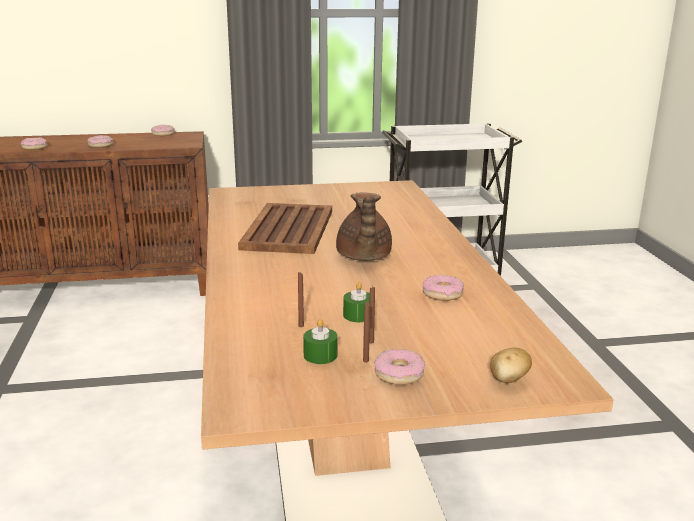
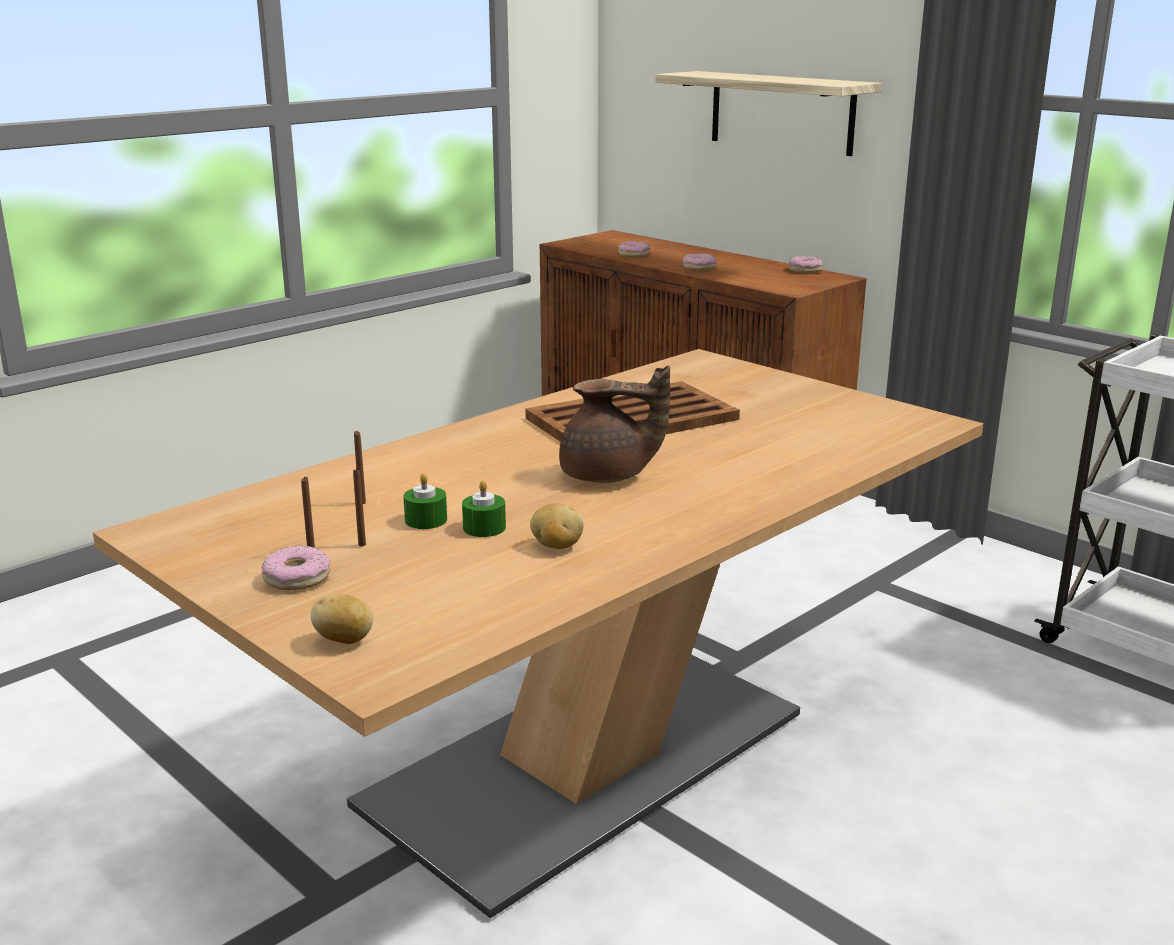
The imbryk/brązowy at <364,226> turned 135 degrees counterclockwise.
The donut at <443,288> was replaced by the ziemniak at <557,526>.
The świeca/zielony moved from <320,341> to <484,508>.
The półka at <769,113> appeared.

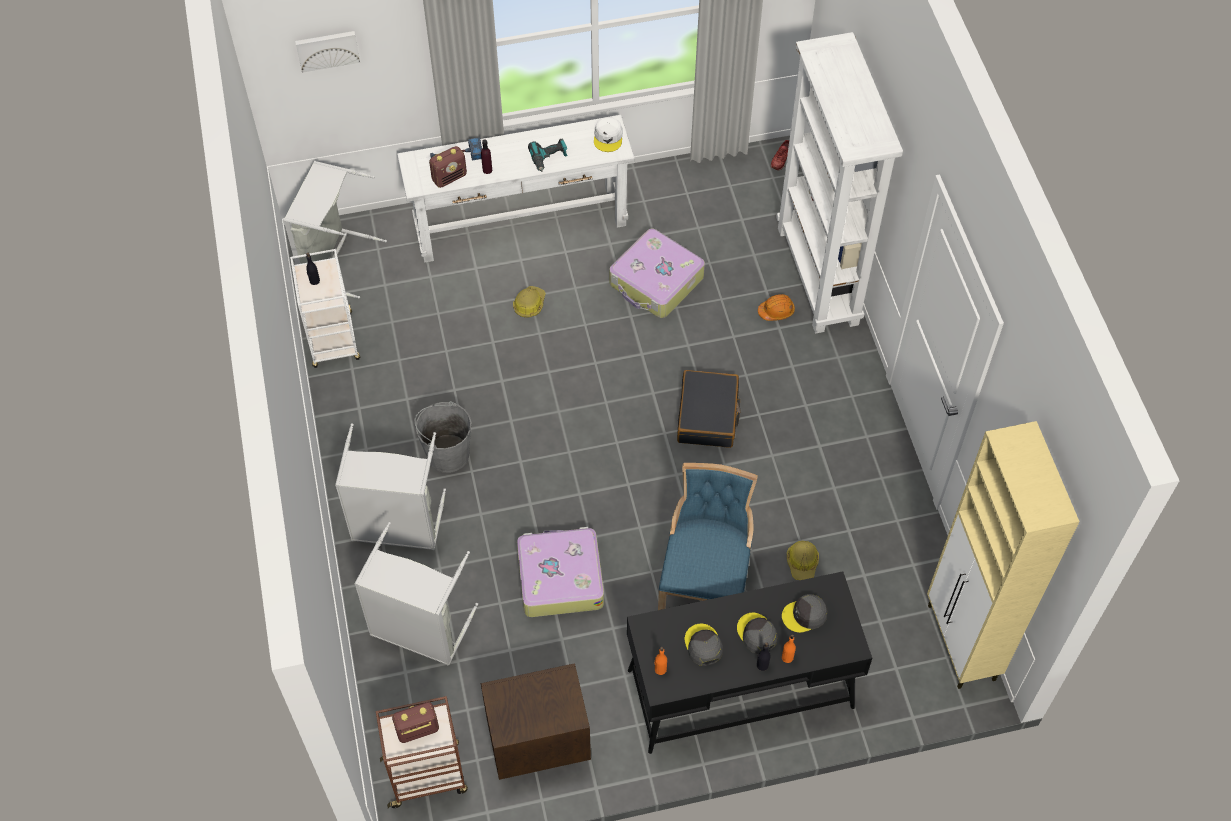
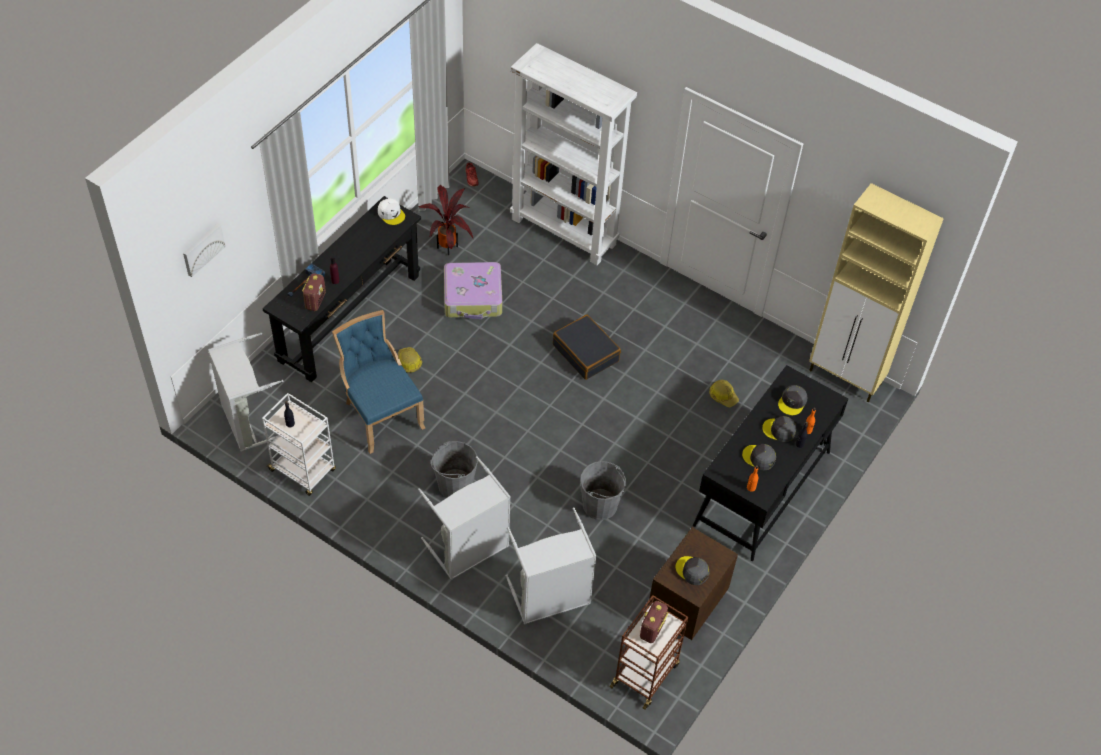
The stolik konsolowy/biały at <516,189> became the stolik konsolowy/czarny at <342,289>.
The wiertarka at <547,155> disappeared.
The kask/pomarańczowy at <776,307> disappeared.
The krzesło/niebieski moved from <708,536> to <378,382>.
The walizka at <560,572> was replaced by the wiadro/szary at <603,490>.
The roślina doniczkowa at <445,220> appeared.
The czapka z daszkiem/szary at <692,570> appeared.

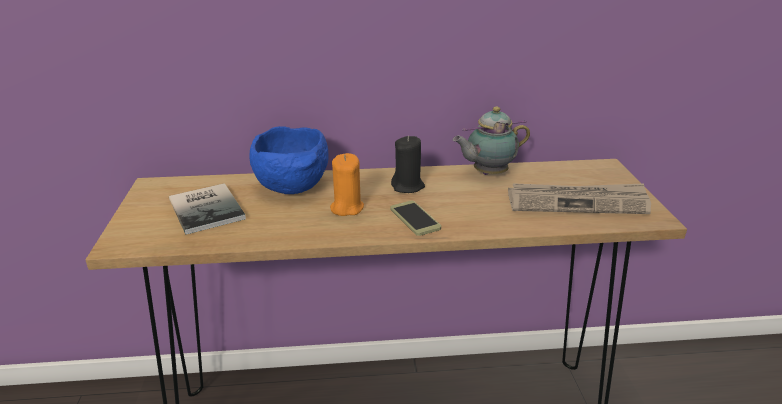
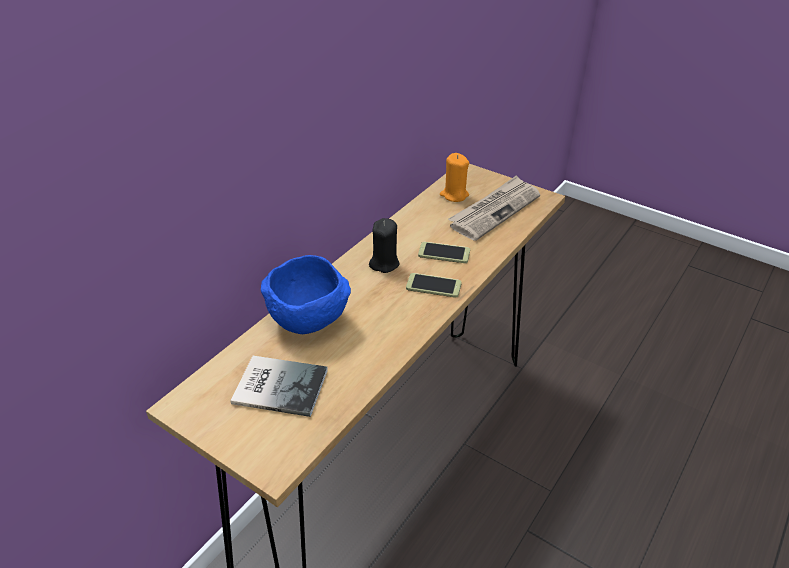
The imbryk at <491,141> disappeared.
The świeca/pomarańczowy moved from <347,184> to <454,177>.
The telefon at <444,252> appeared.

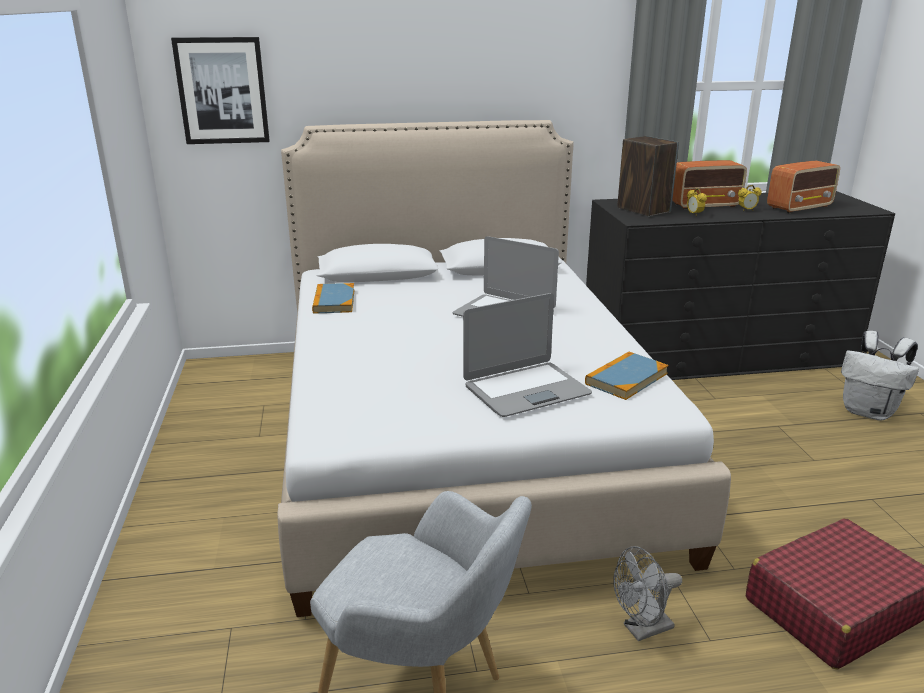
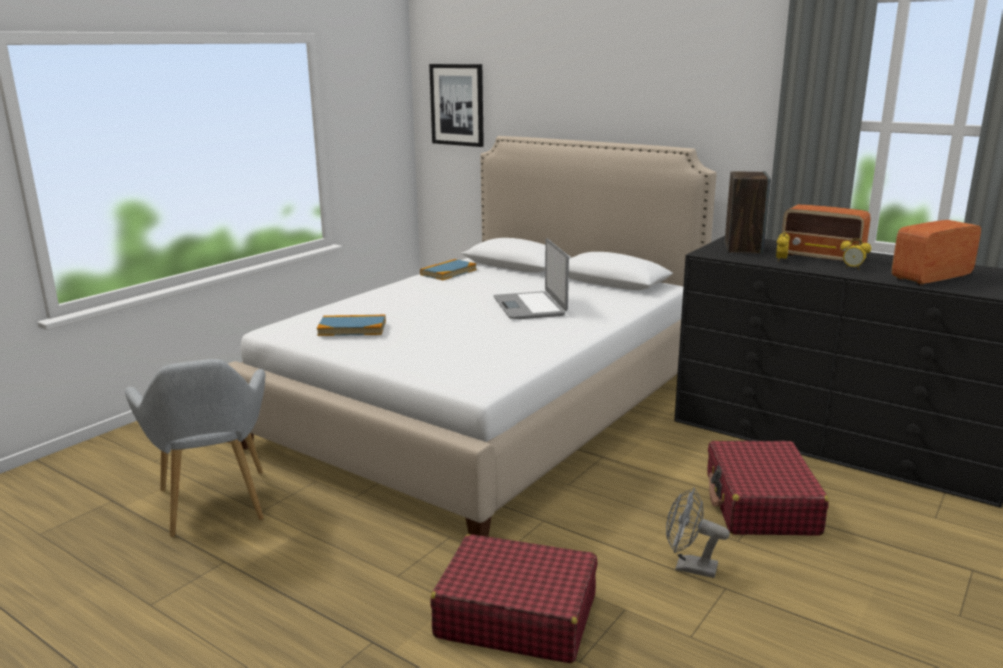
The radio at <803,187> turned 135 degrees clockwise.
The laptop at <527,355> disappeared.
The plecak/biały at <880,376> disappeared.
The książka moved from <626,376> to <351,325>.
The wentylator/szary moved from <647,593> to <698,533>.
The walizka/czerwony at <768,488> appeared.

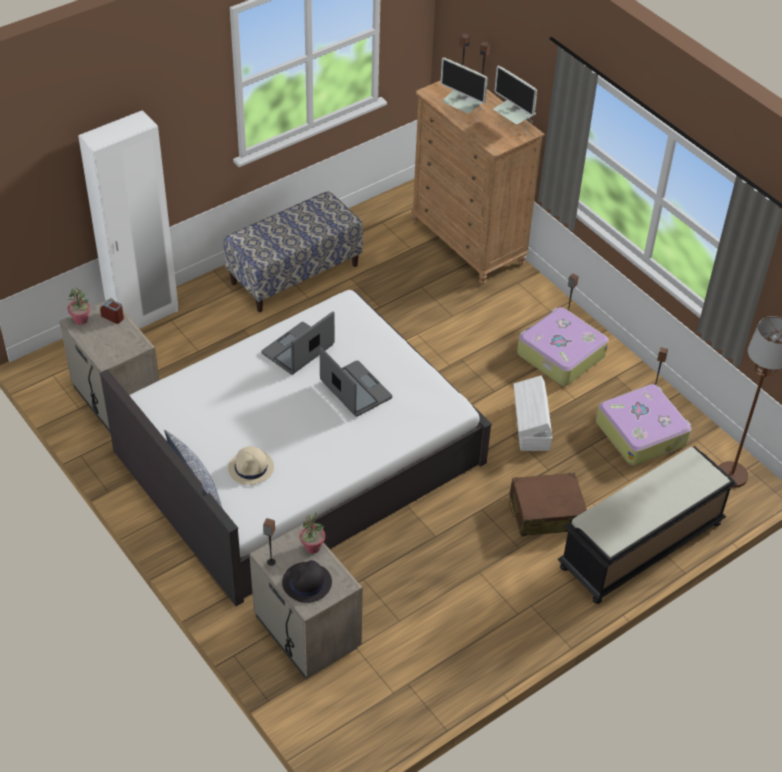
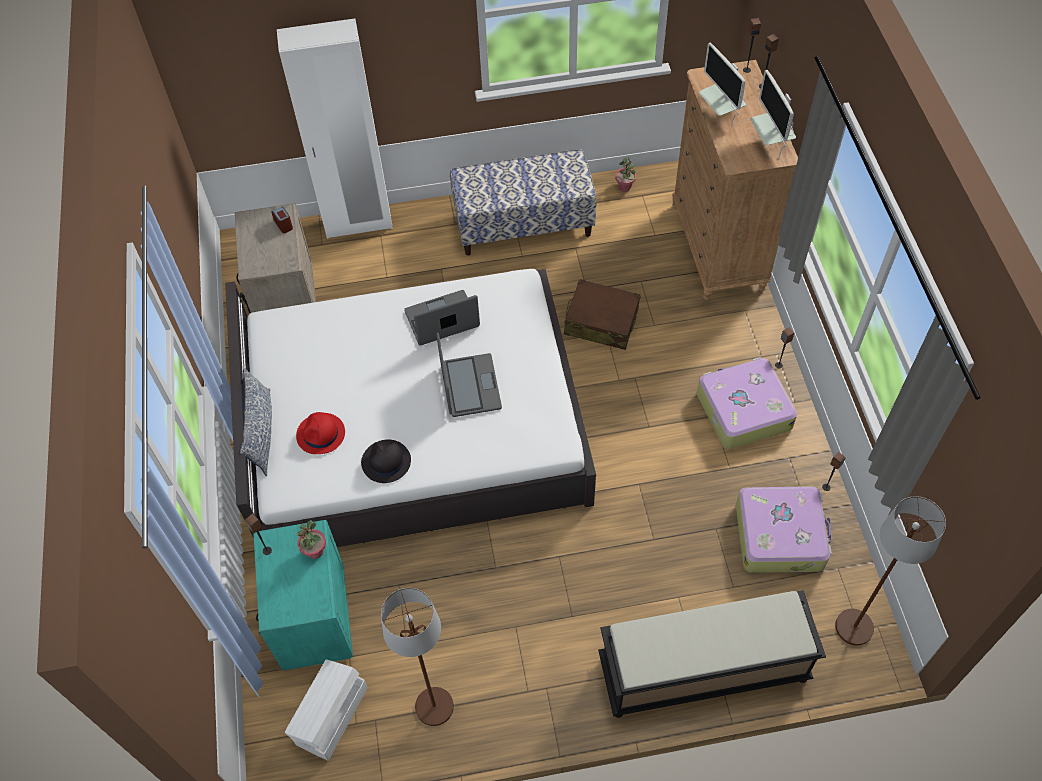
The roślina doniczkowa moved from <79,306> to <625,174>.
The pojemnik do przechowywania/biały moved from <532,413> to <326,710>.
The kapelusz/beżowy at <251,465> became the kapelusz/czerwony at <320,433>.
The walizka/brązowy moved from <548,504> to <602,314>.
The szafka nocna/beżowy at <306,602> became the szafka nocna/turkusowy at <303,595>.
The kapelusz/czarny moved from <307,581> to <386,461>.
The lampa stojąca/brązowy at <417,657> appeared.

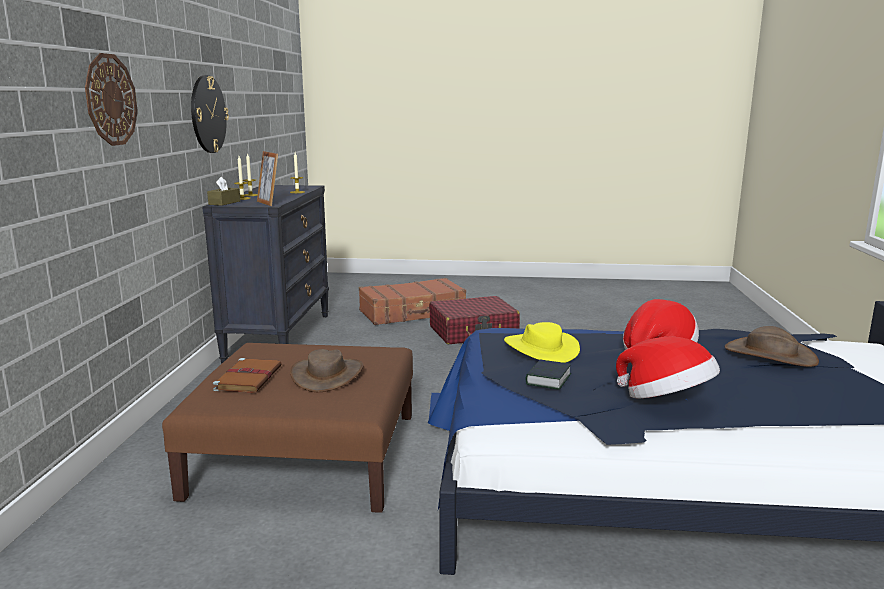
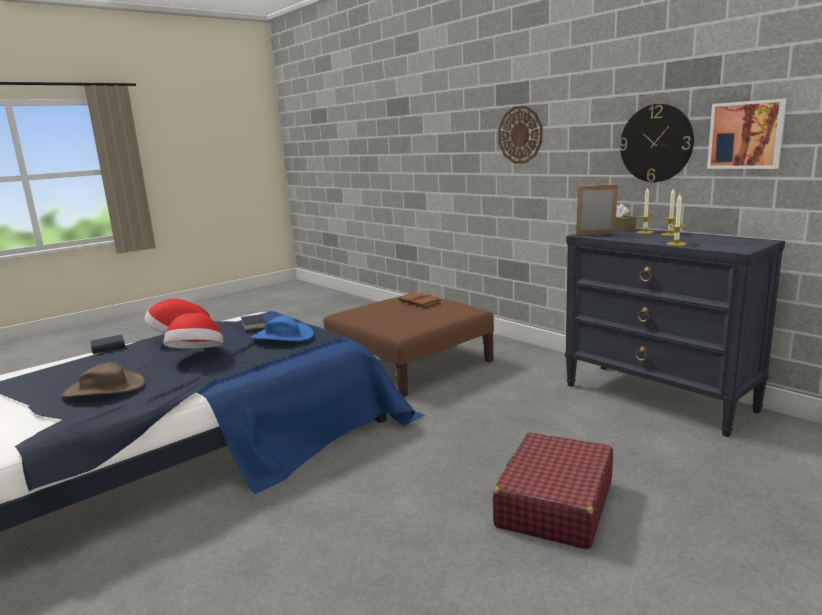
The walizka/brązowy at <412,301> disappeared.
The kapelusz/żółty at <542,342> became the kapelusz/niebieski at <283,328>.
The kapelusz/brązowy at <326,370> disappeared.
The obraz at <746,134> appeared.
The książka at <107,344> appeared.

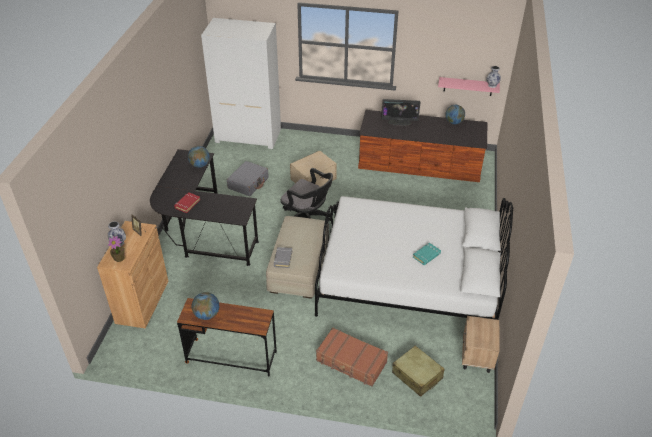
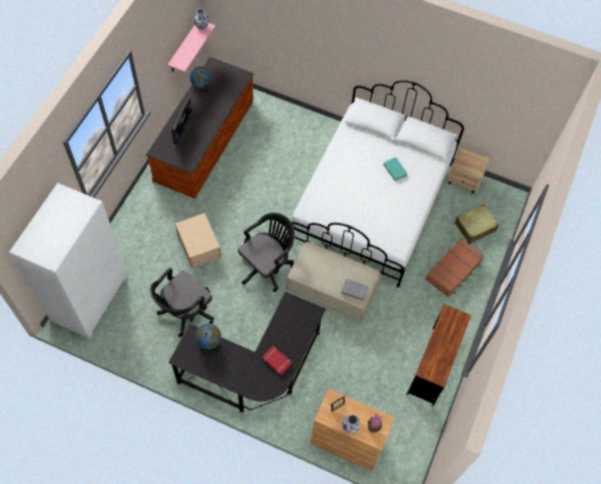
The walizka/szary at <248,178> was replaced by the krzesło biurowe/czarny at <182,302>.
The globus at <205,306> disappeared.

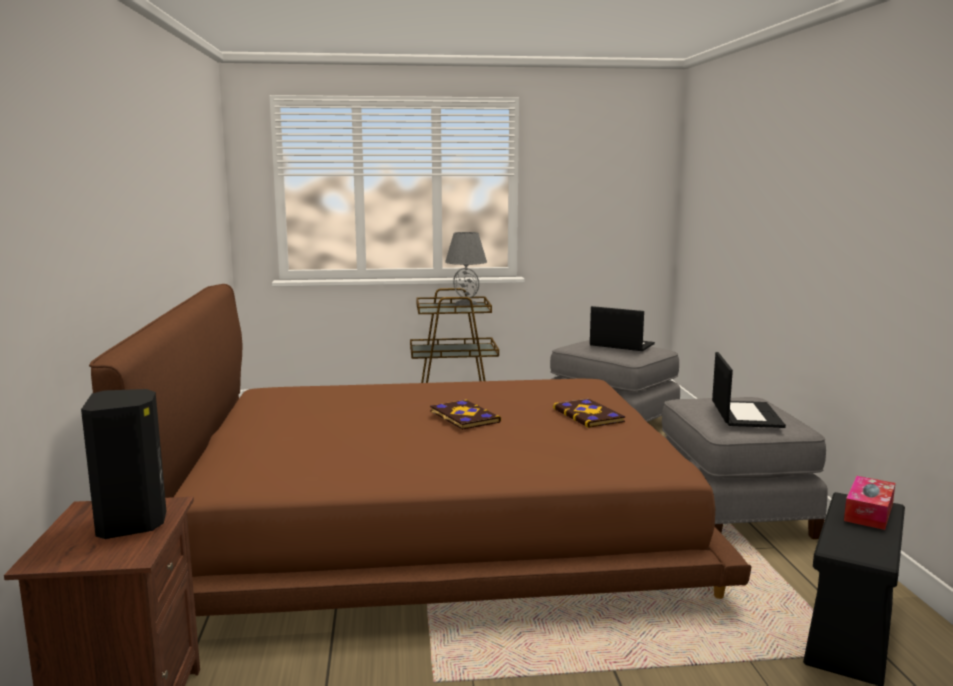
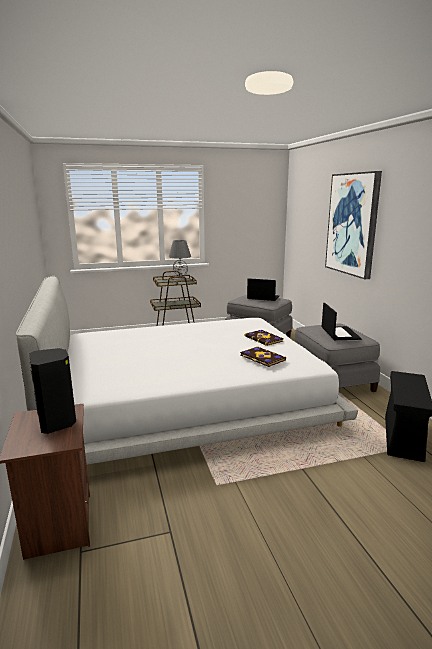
The łóżko/brązowy at <420,450> became the łóżko/biały at <187,370>.
The książka moved from <465,414> to <263,356>.
The pudełko chusteczek at <869,503> disappeared.
The obraz at <353,225> appeared.

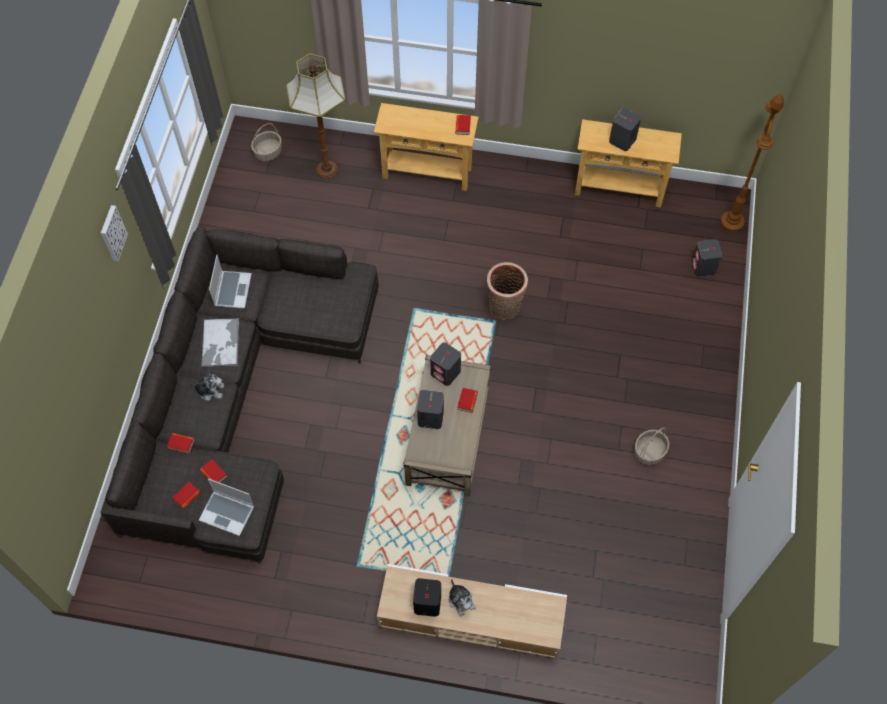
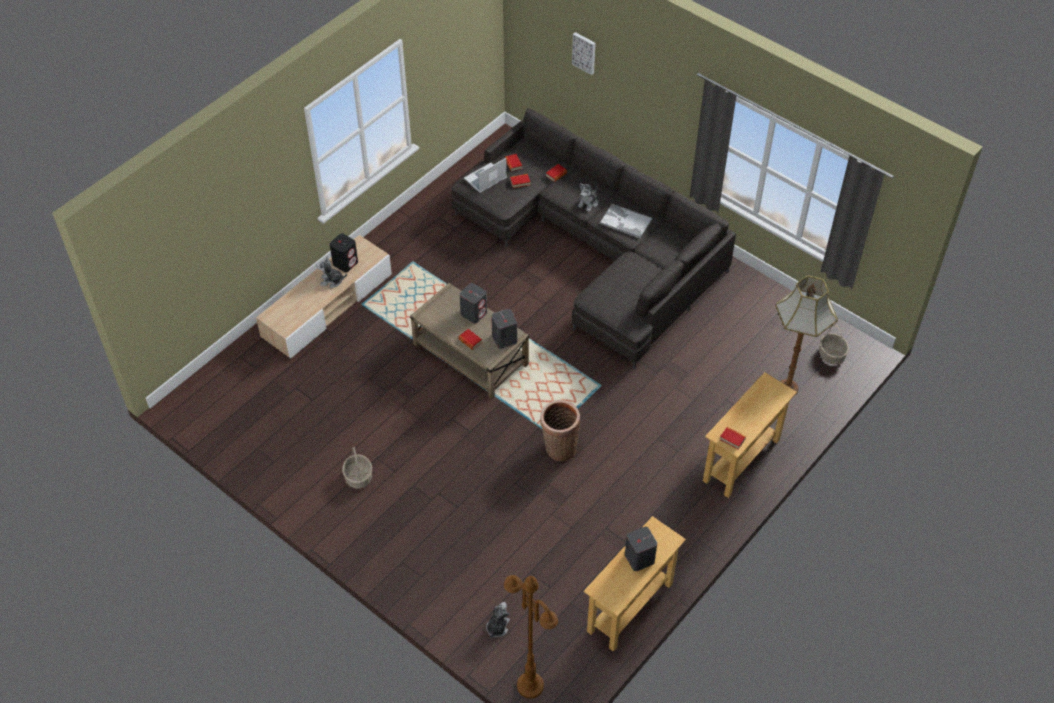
The obraz moved from <114,233> to <584,53>.
The głośnik/szary at <707,258> was replaced by the pluszak at <498,620>.
The laptop at <230,282> disappeared.

